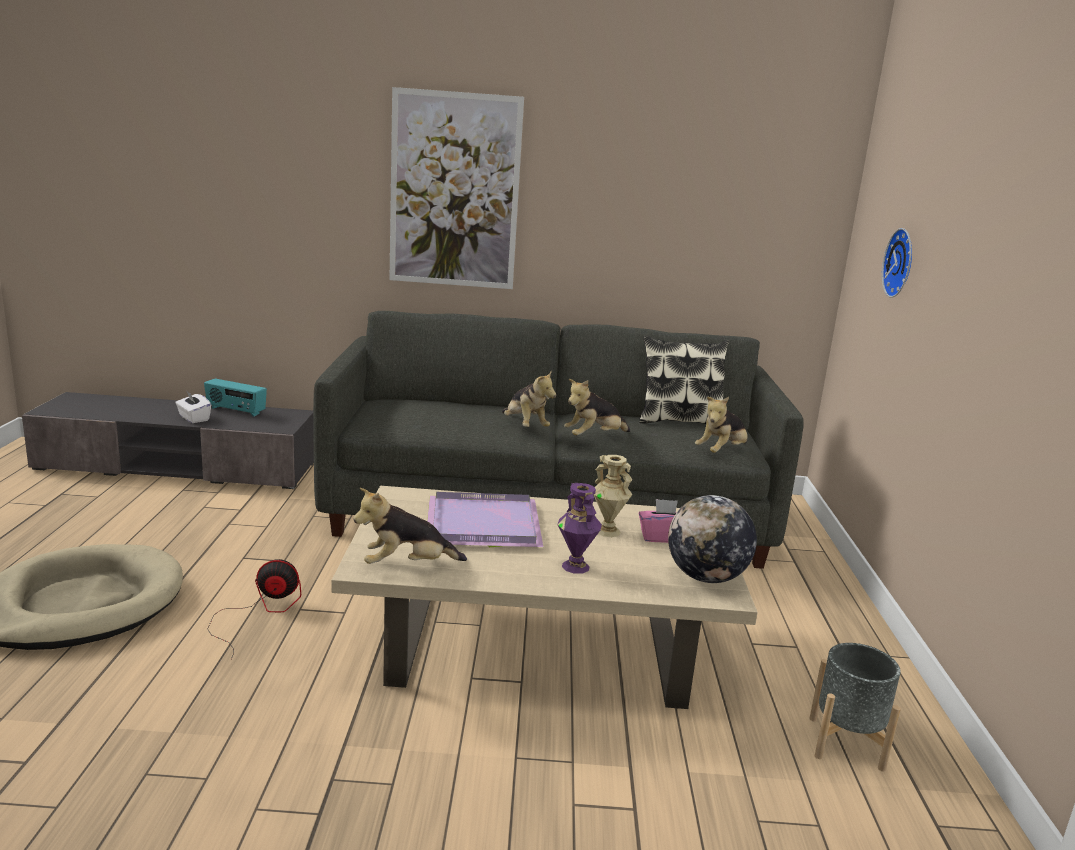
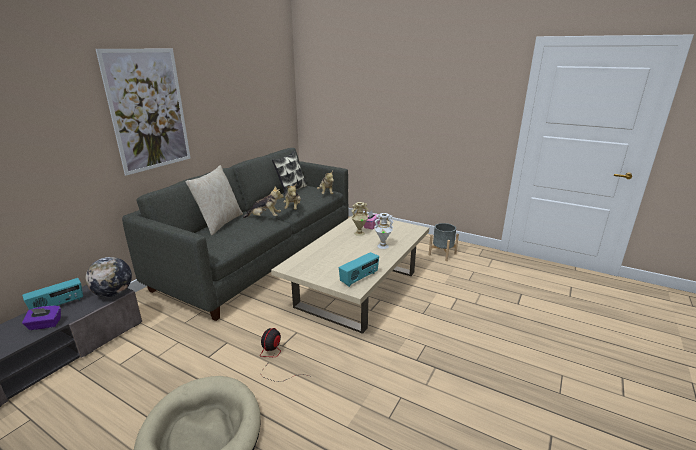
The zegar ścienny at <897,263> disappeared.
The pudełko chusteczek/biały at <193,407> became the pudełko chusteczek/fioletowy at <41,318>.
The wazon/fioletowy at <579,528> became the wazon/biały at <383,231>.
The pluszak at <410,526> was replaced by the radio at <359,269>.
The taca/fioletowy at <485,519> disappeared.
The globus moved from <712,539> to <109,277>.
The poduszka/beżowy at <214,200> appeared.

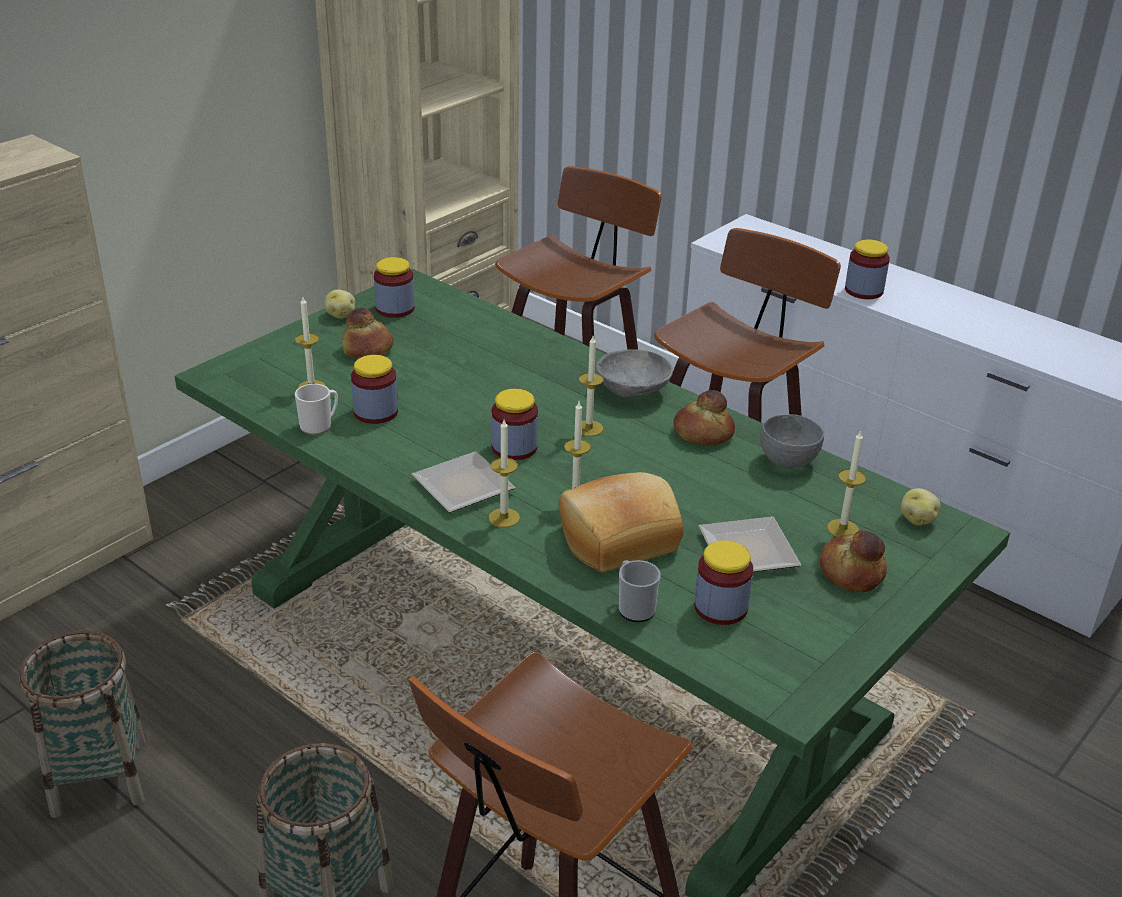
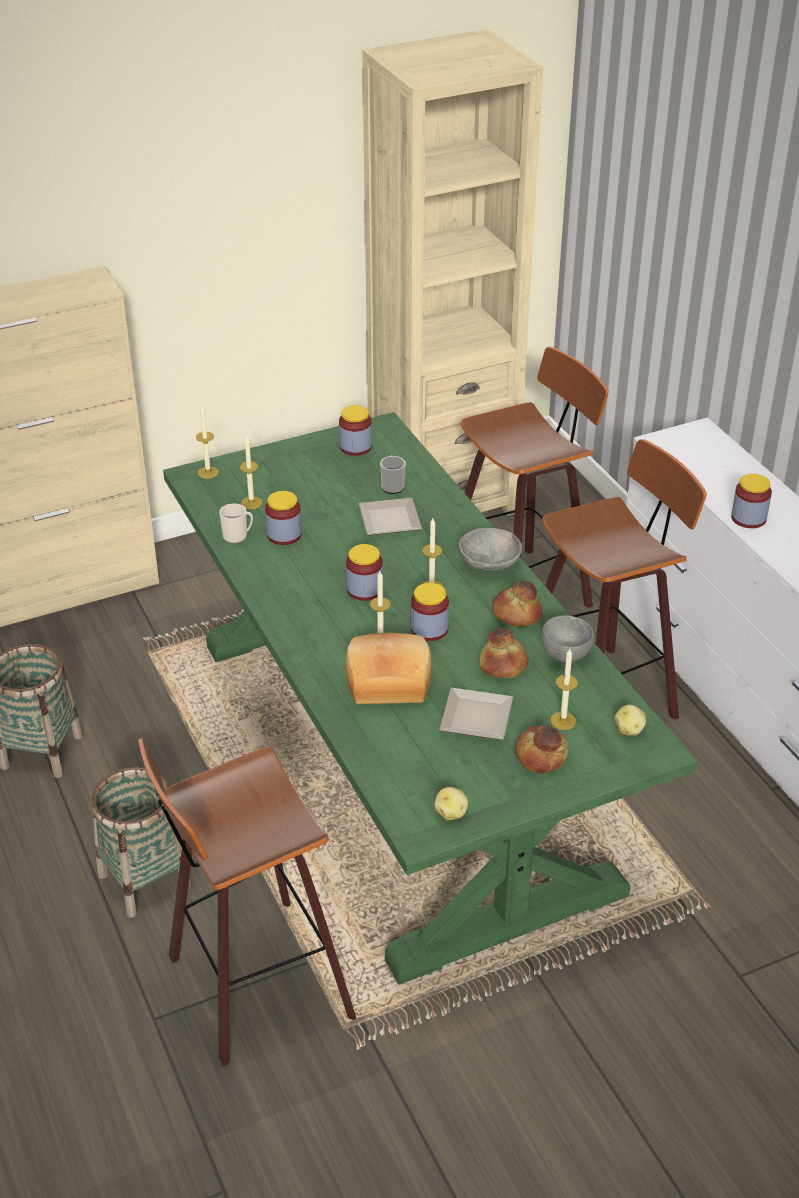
The ziemniak moved from <339,304> to <451,803>.
The chleb moved from <367,333> to <504,653>.
The świeca moved from <504,474> to <207,442>.
The talerz moved from <463,482> to <390,516>.
The słoik moved from <723,582> to <430,612>.
The kubek moved from <640,591> to <393,474>.

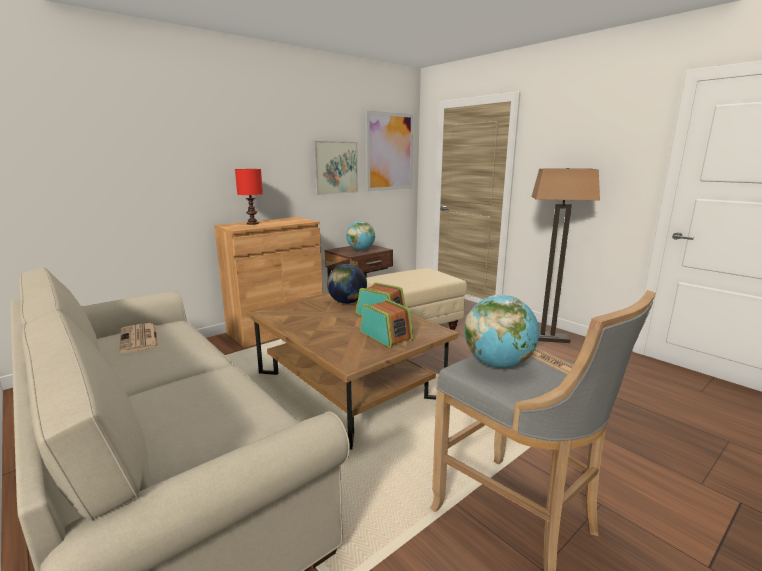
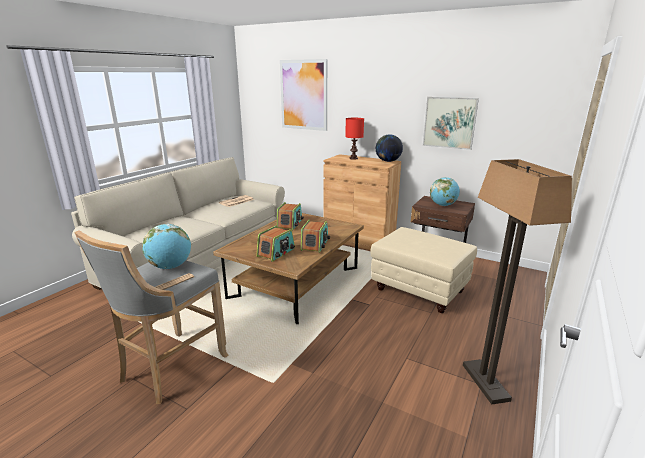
The obraz moved from <389,150> to <303,95>.
The globus moved from <347,284> to <389,148>.
The radio at <290,216> appeared.

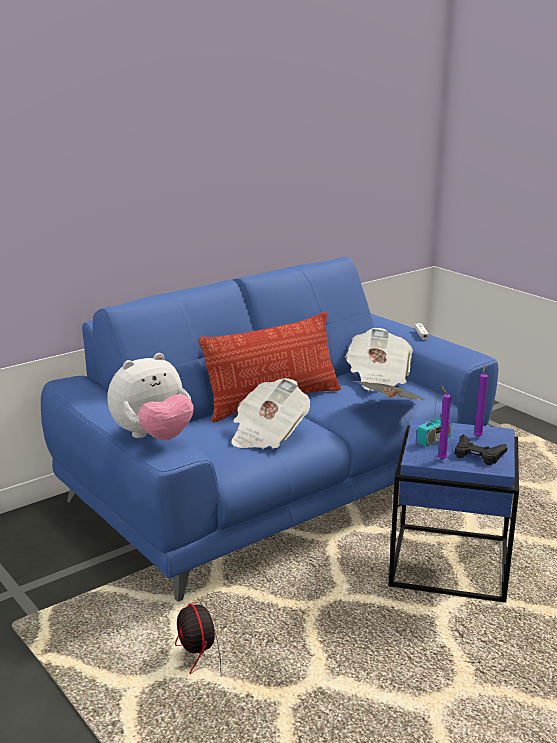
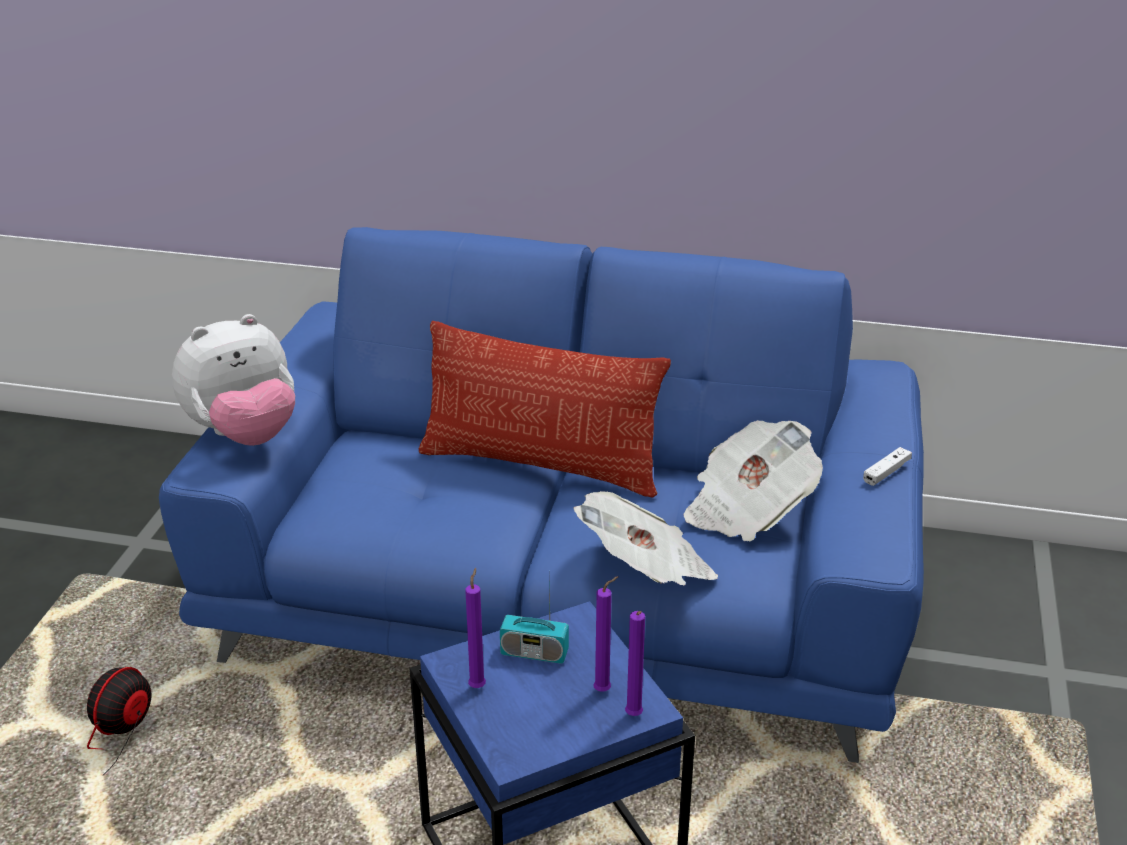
The pluszak at <150,396> turned 45 degrees counterclockwise.
The gazeta at <270,413> disappeared.
The pad do gier/czarny at <481,449> disappeared.
The świeca/fioletowy at <635,663> appeared.

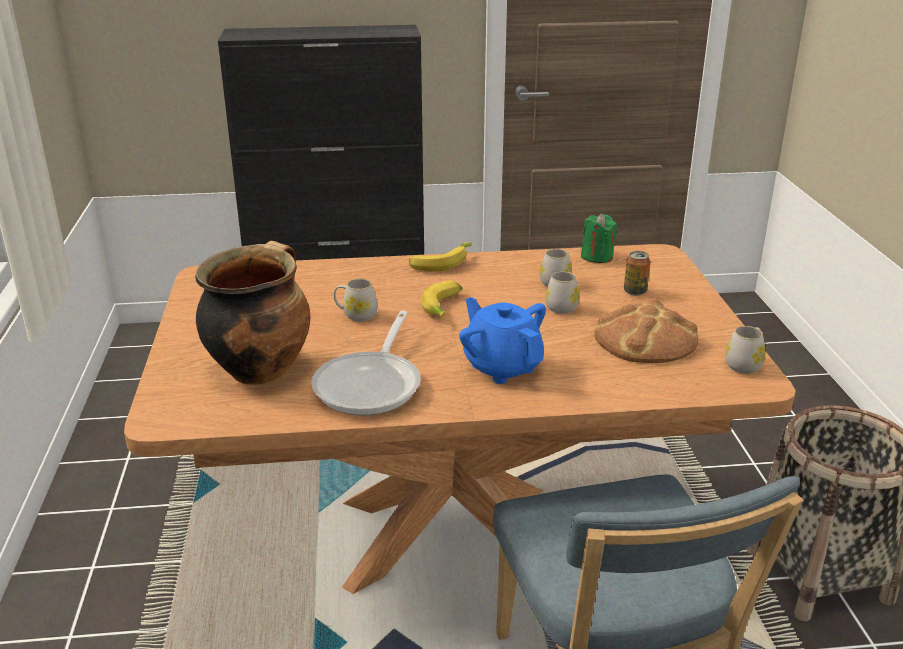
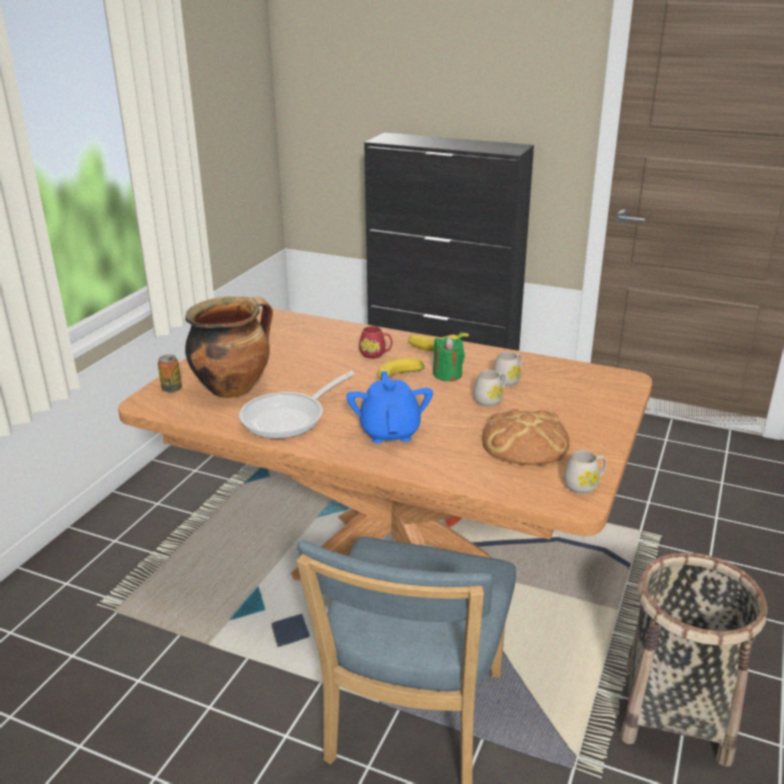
The świeca/zielony moved from <599,238> to <449,359>.
The puszka moved from <637,273> to <170,373>.
The kubek/biały at <356,300> disappeared.
The kubek/czerwony at <375,342> appeared.

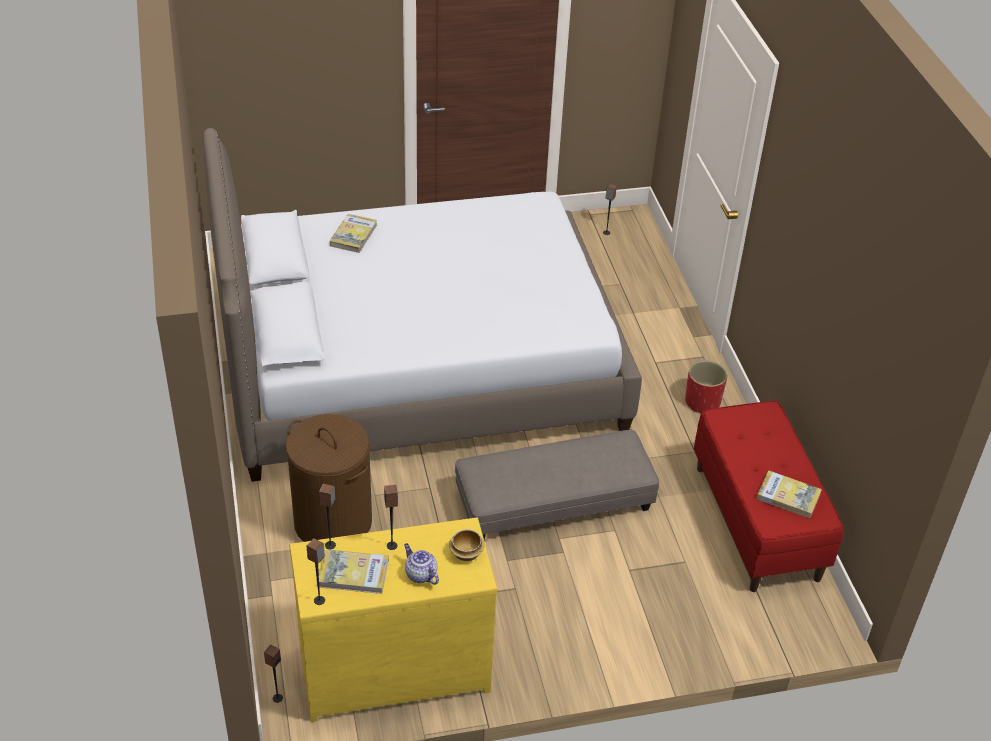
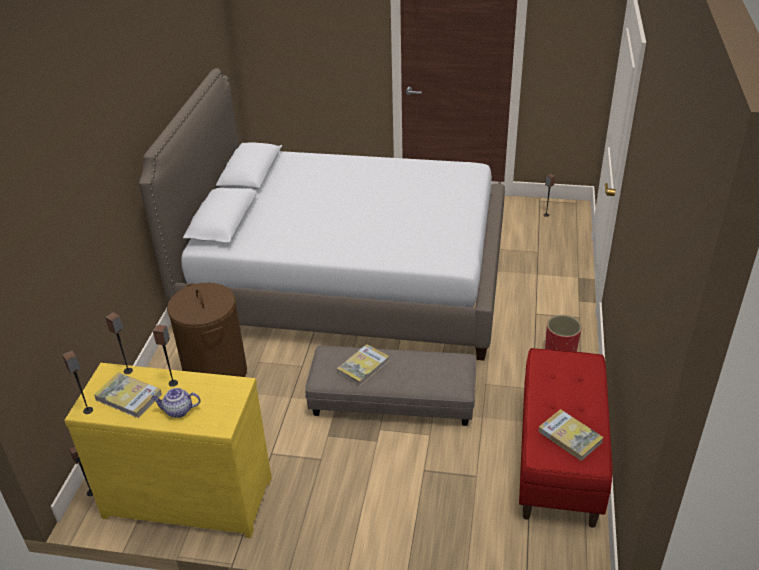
The książka moved from <353,233> to <363,365>.
The miska at <467,545> disappeared.
The imbryk at <421,564> turned 75 degrees counterclockwise.

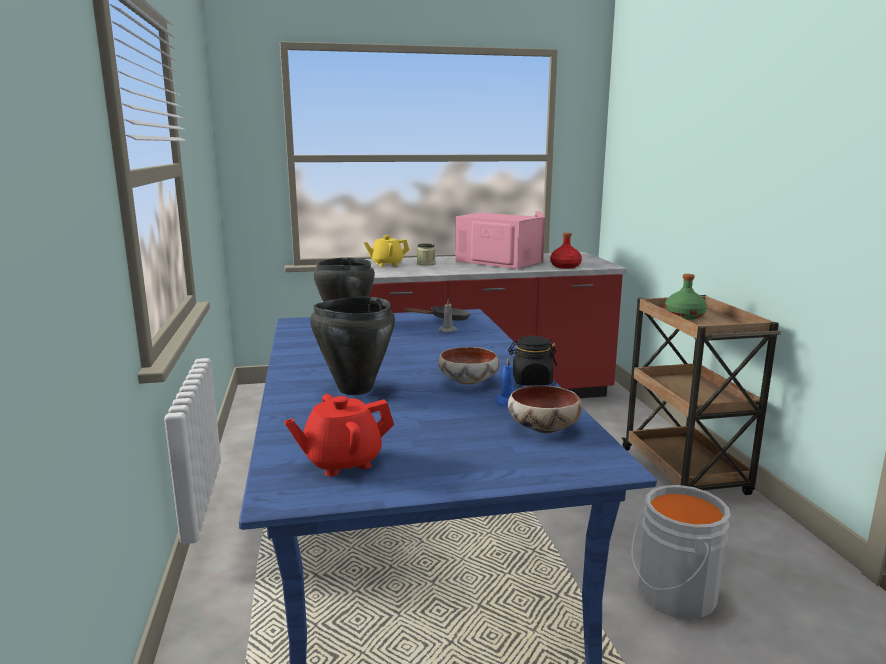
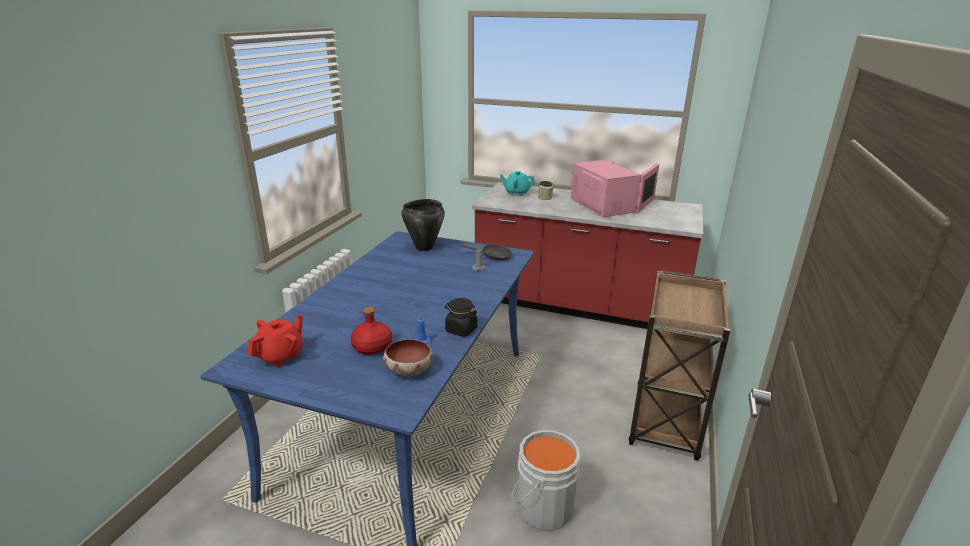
The butelka/czerwony moved from <566,251> to <371,331>.
The imbryk/żółty at <386,251> became the imbryk/turkusowy at <517,183>.
The butelka/zielony at <686,297> disappeared.
The garnek/czarny at <352,346> disappeared.
The miska at <468,366> disappeared.
The imbryk/czerwony at <339,435> turned 120 degrees clockwise.

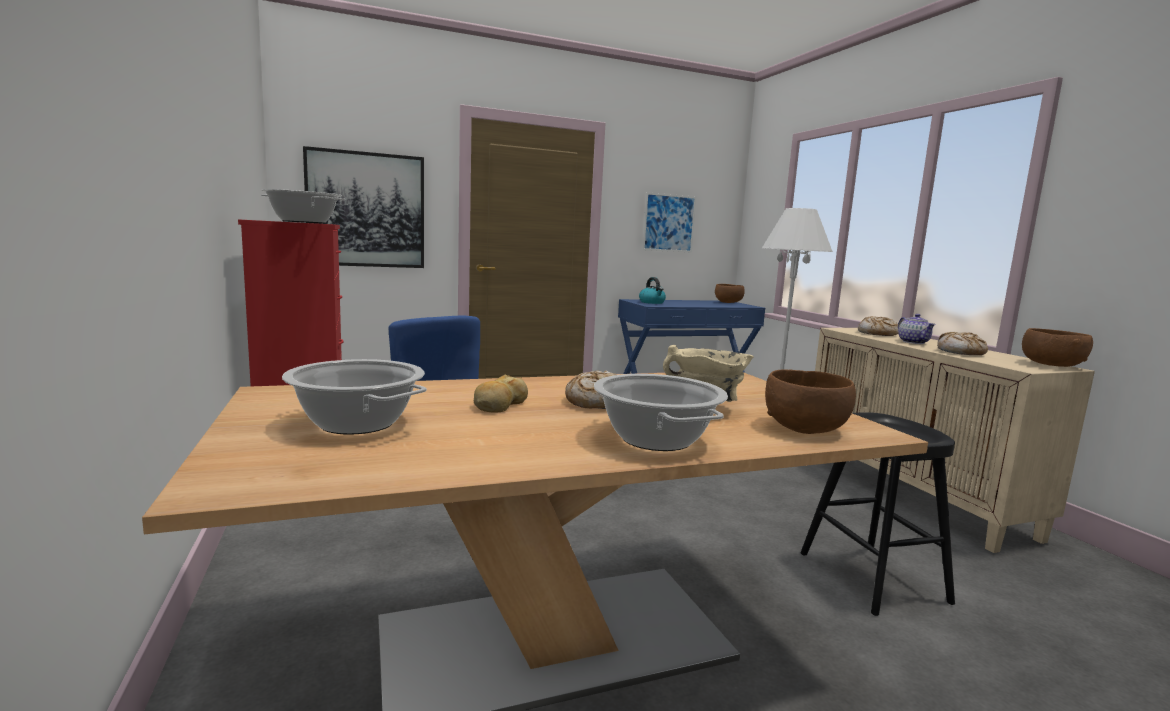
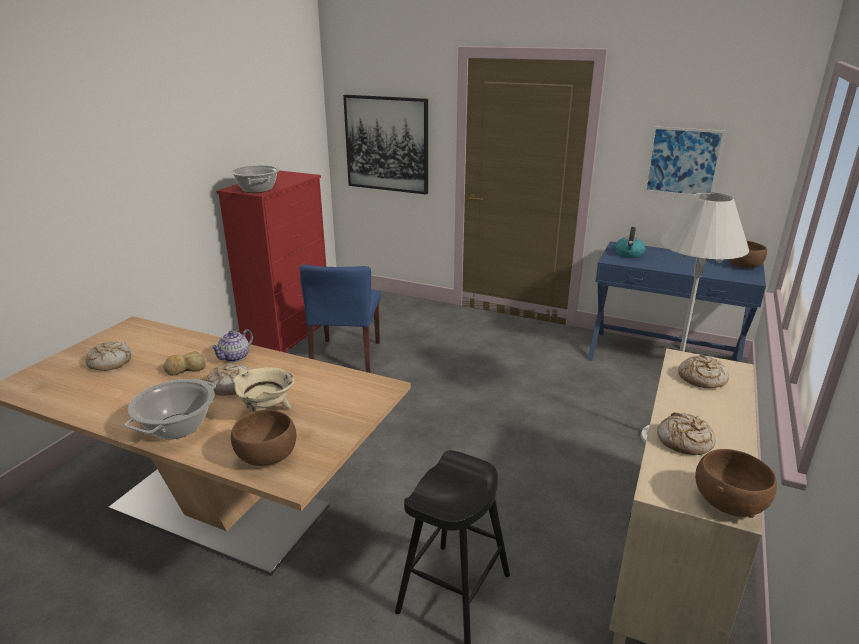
The imbryk moved from <917,329> to <231,345>.
The garnek at <354,397> was replaced by the chleb at <108,356>.

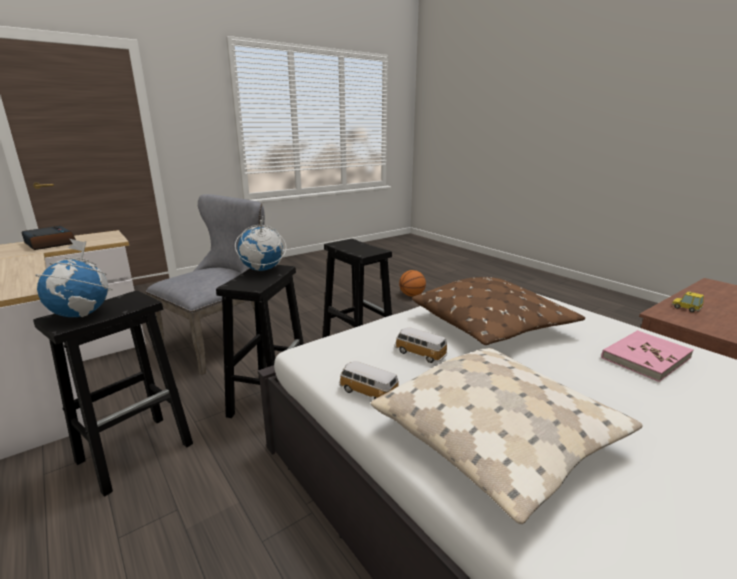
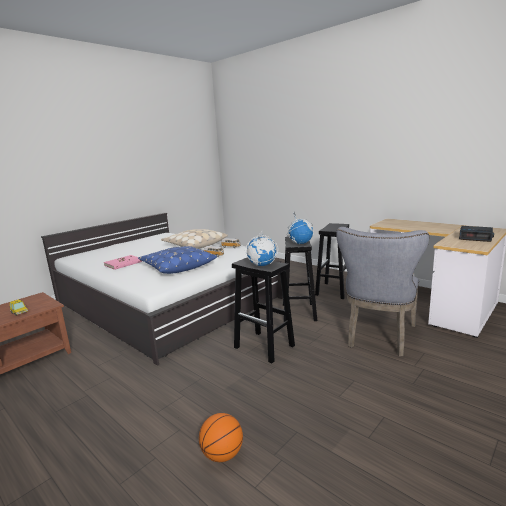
The globus moved from <73,278> to <261,248>.
The poduszka/brązowy at <498,311> became the poduszka/niebieski at <177,260>.

